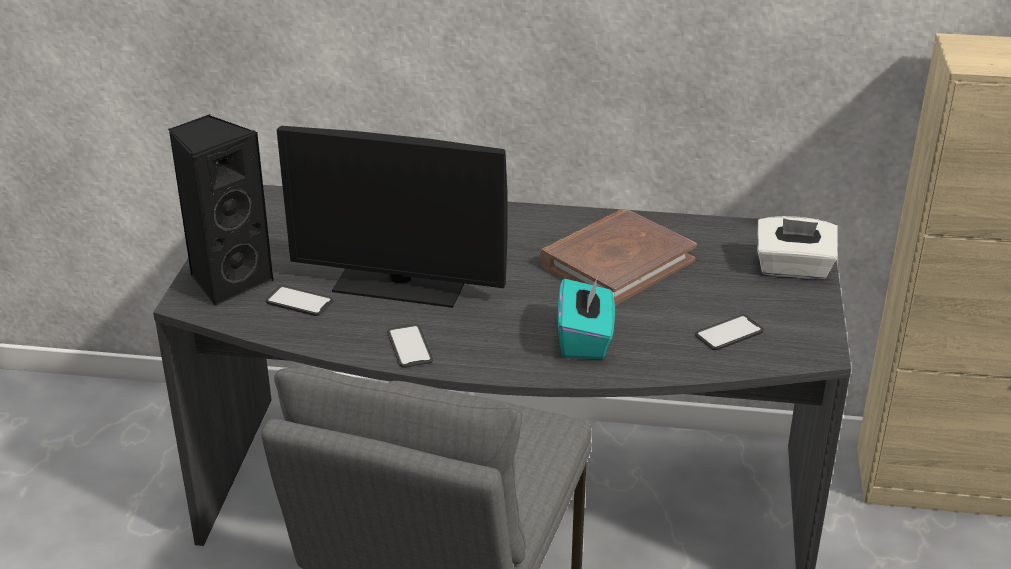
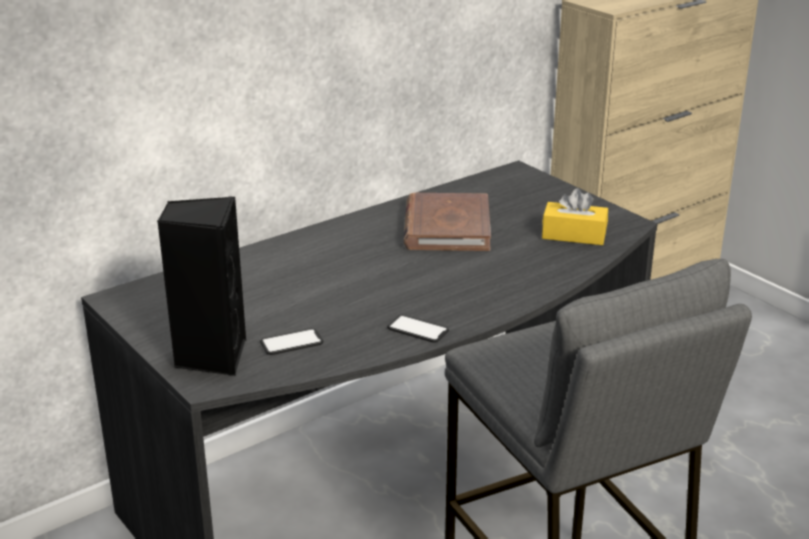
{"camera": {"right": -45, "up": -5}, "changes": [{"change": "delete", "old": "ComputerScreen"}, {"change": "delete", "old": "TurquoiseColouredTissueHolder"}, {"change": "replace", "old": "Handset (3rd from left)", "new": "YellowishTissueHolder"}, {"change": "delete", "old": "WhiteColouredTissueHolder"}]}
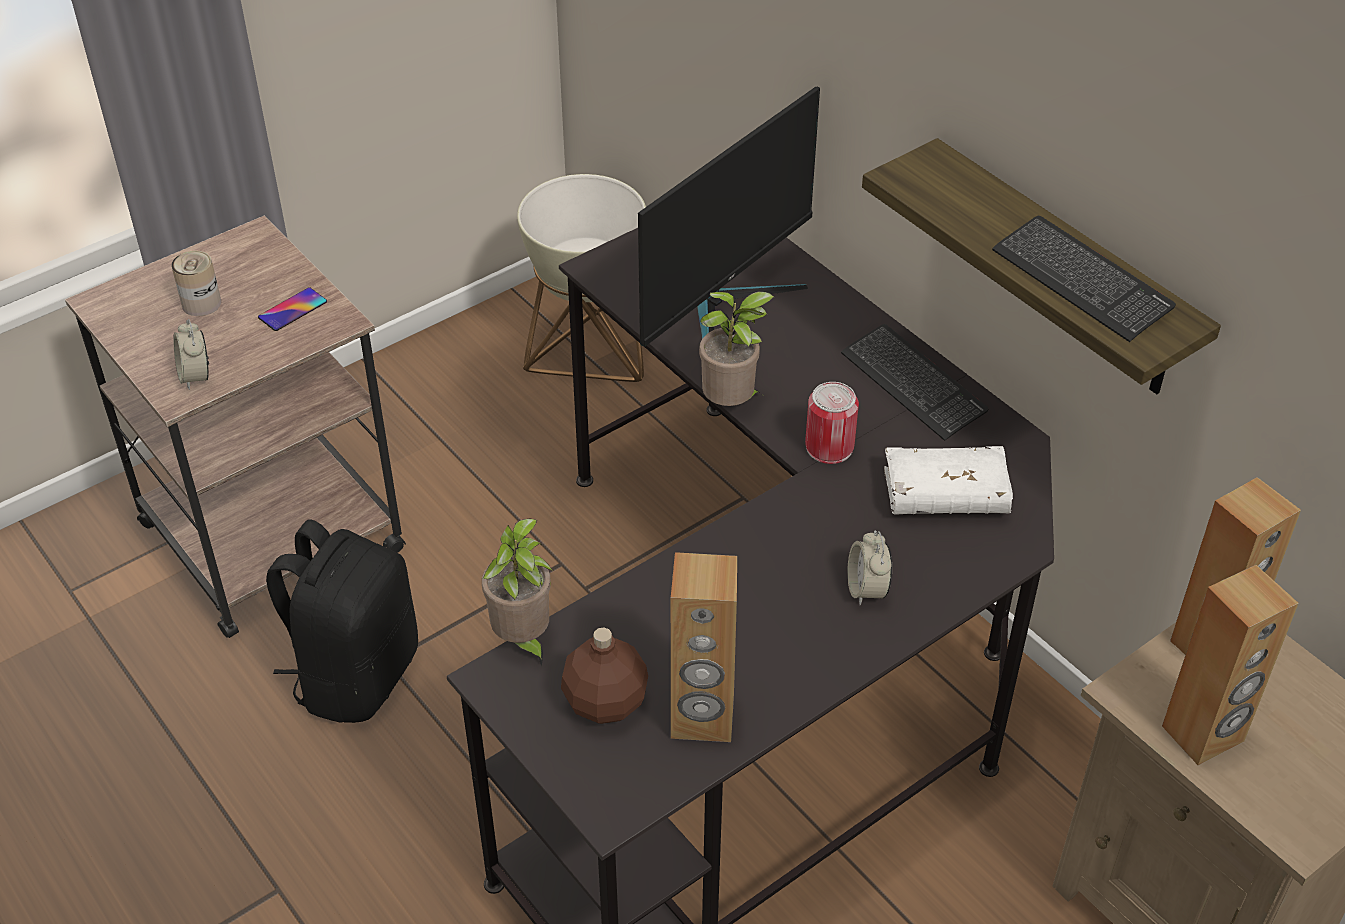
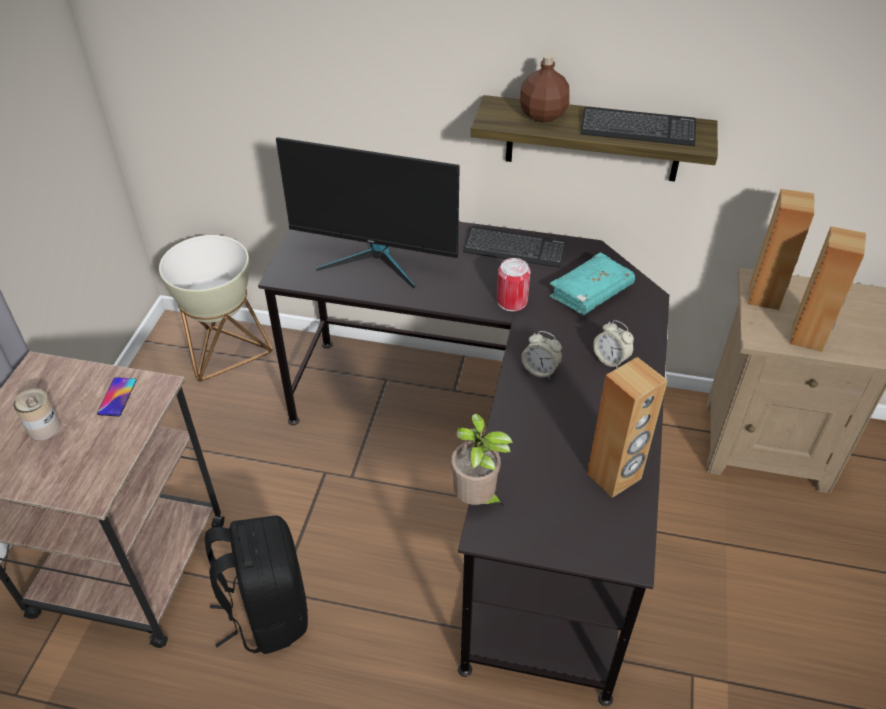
{"camera": {"right": -40, "up": 0}, "changes": [{"change": "move", "old": "TableClock (1st from left)"}, {"change": "move", "old": "BrownishDrinkBottle"}, {"change": "rotate", "old": "ComputerScreen", "degrees": 105}, {"change": "delete", "old": "Houseplant (2nd from left)"}, {"change": "recolor", "old": "WhiteColouredBoundBook", "new": "TurquoiseColouredBoundBook"}]}
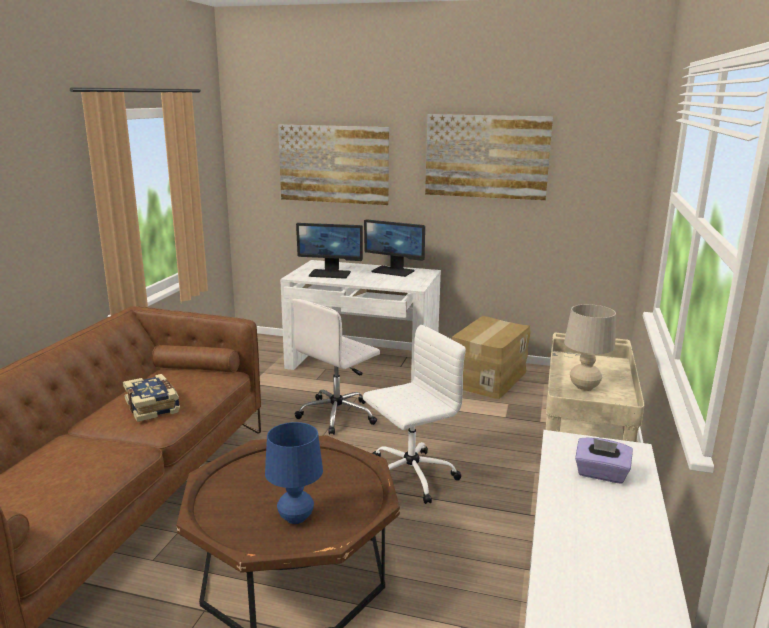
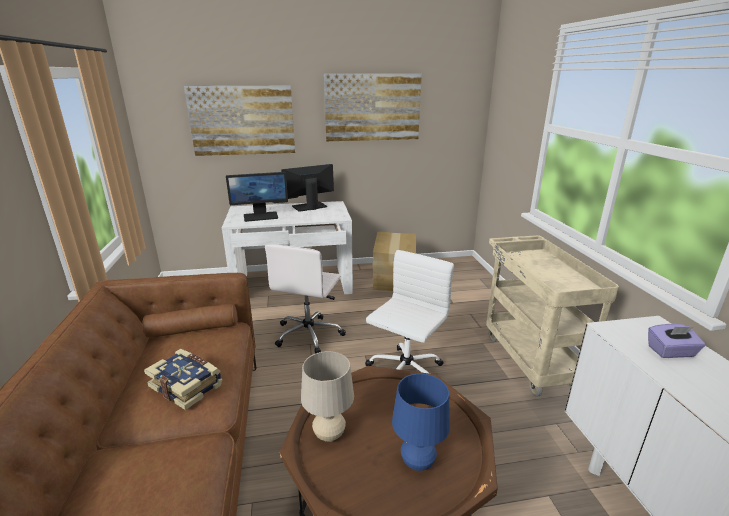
{"camera": {"right": -25, "up": 5}, "changes": [{"change": "rotate", "old": "ComputerScreen (2nd from left)", "degrees": 150}, {"change": "move", "old": "BeigeTabletopLamp"}]}
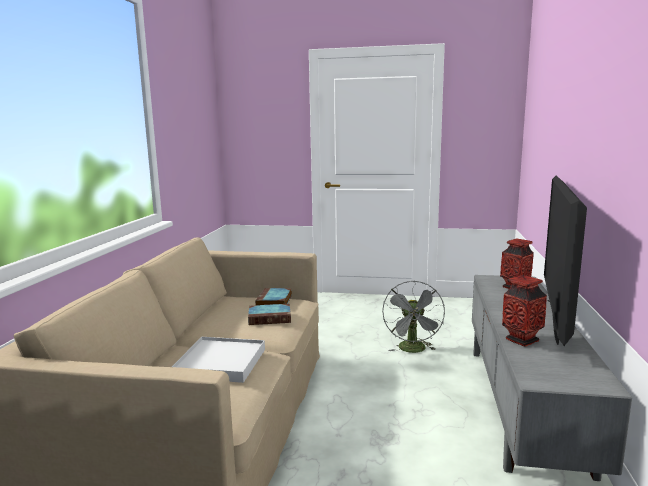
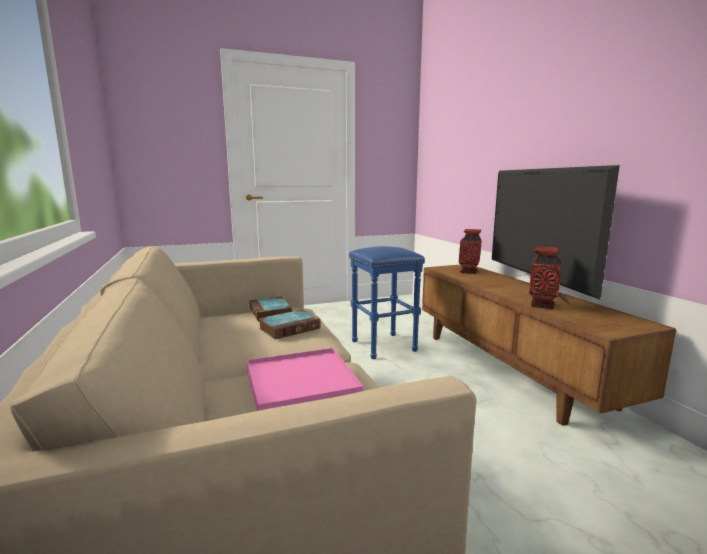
{"camera": {"right": -30, "up": 0}, "changes": [{"change": "recolor", "old": "WhiteColouredCarryingTray", "new": "PinkCarryingTray"}, {"change": "replace", "old": "GreyishElectricFan", "new": "BlueStool"}, {"change": "recolor", "old": "GreyishTvUnit", "new": "BrownishTvUnit"}]}
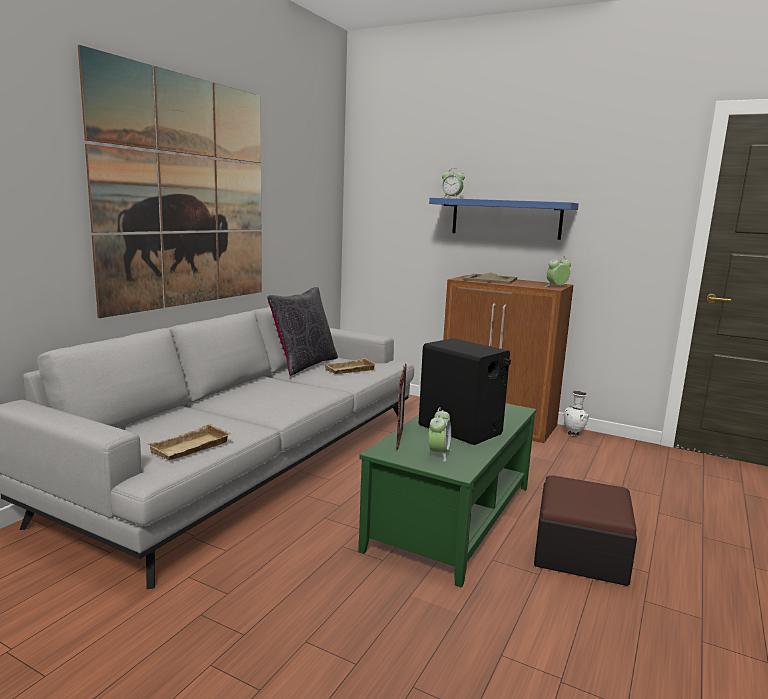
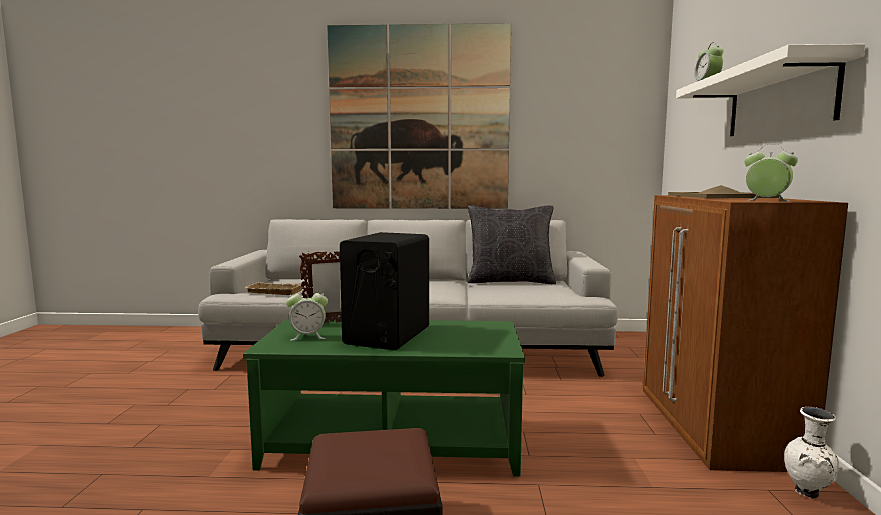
{"camera": {"right": 65, "up": -5}, "changes": [{"change": "delete", "old": "BeigeCarryingTray (2nd from left)"}, {"change": "recolor", "old": "BlueBracketShelf", "new": "WhiteColouredBracketShelf"}]}
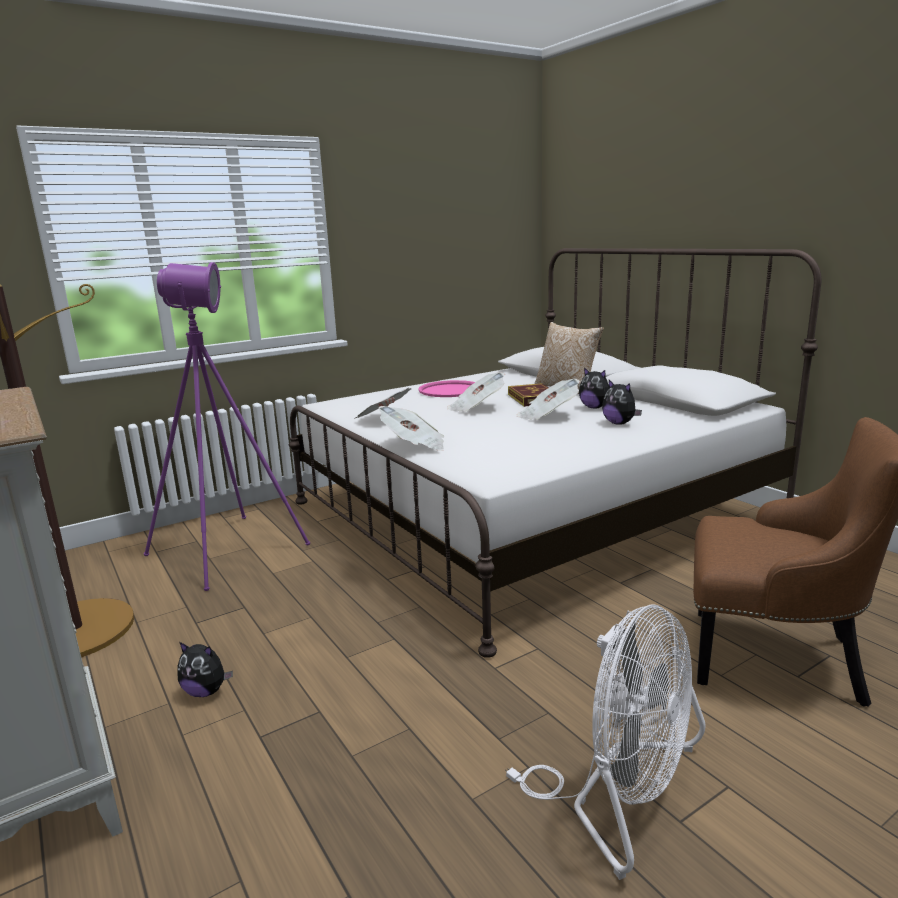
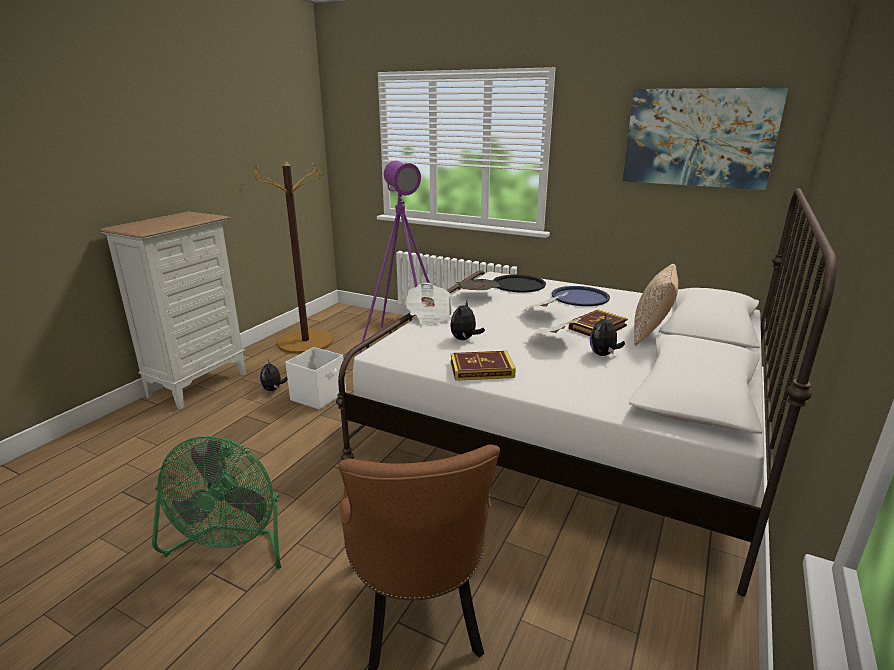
{"camera": {"right": 60, "up": 5}, "changes": [{"change": "recolor", "old": "PinkCarryingTray", "new": "BlueCarryingTray"}, {"change": "recolor", "old": "WhiteColouredElectricFan", "new": "GreenishElectricFan"}, {"change": "move", "old": "SoftToy (3rd from left in the first image)", "new": "SoftToy (2nd from left)"}, {"change": "insert", "new": "WhiteColouredStorageBin"}, {"change": "insert", "new": "BoundBook (1st from left)"}, {"change": "insert", "new": "BlackCarryingTray"}, {"change": "insert", "new": "Picture"}]}
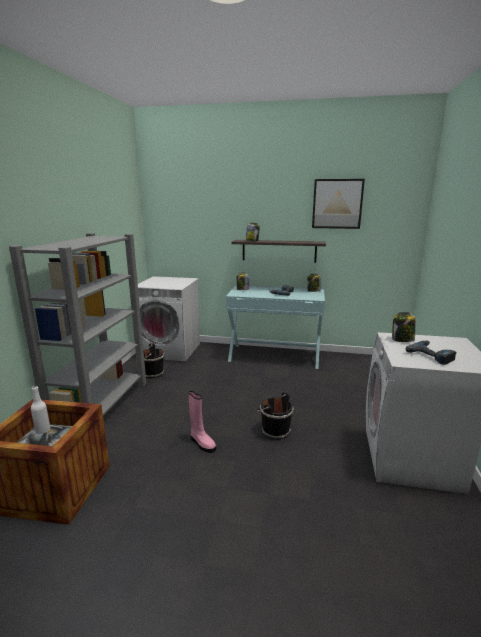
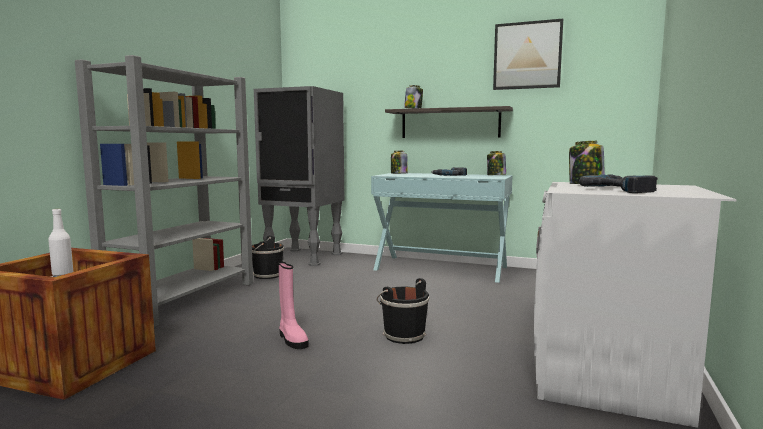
{"camera": {"right": 10, "up": -10}, "changes": [{"change": "replace", "old": "WhiteColouredLaundryMachine (1st from left)", "new": "GreyishStorageCabinet"}]}
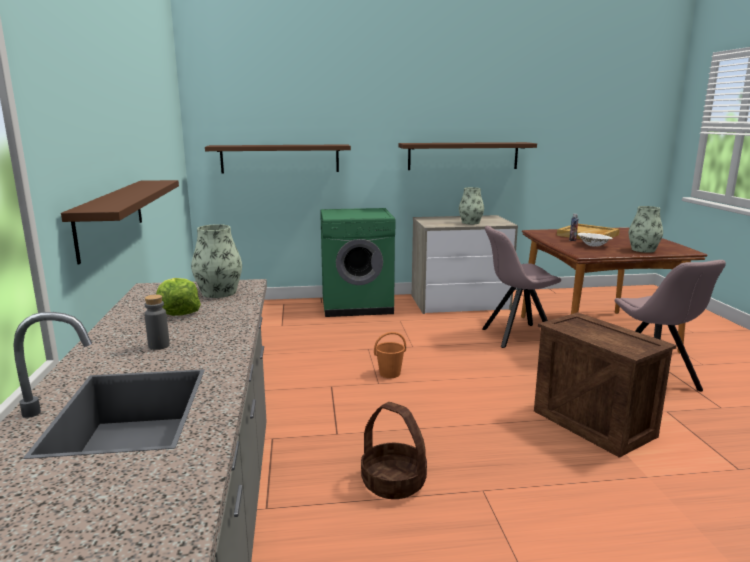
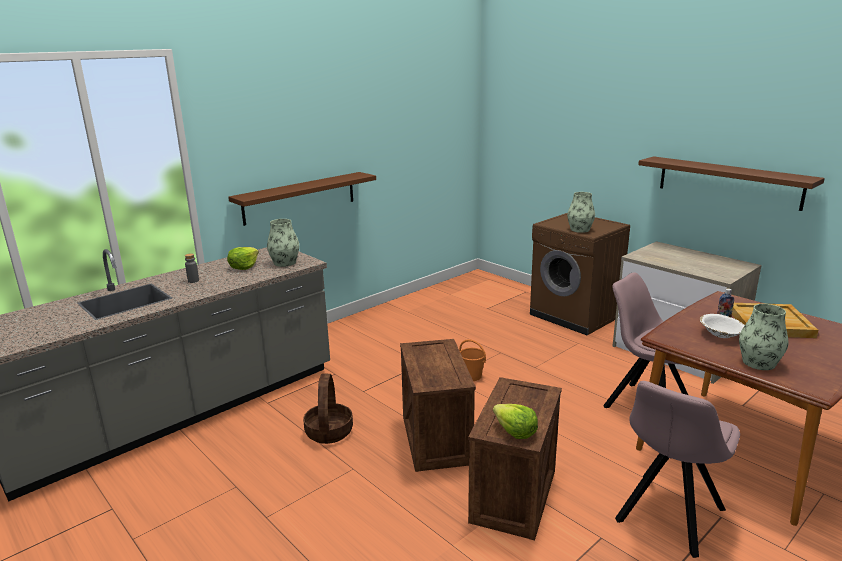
{"camera": {"right": 55, "up": 5}, "changes": [{"change": "delete", "old": "BrownishBracketShelf (2nd from left)"}, {"change": "recolor", "old": "GreenishLaundryMachine", "new": "BrownishLaundryMachine"}, {"change": "move", "old": "FlowerVase (2nd from left)"}, {"change": "insert", "new": "PackingCrate (1st from left)"}, {"change": "insert", "new": "LettuceHead (2nd from left)"}]}
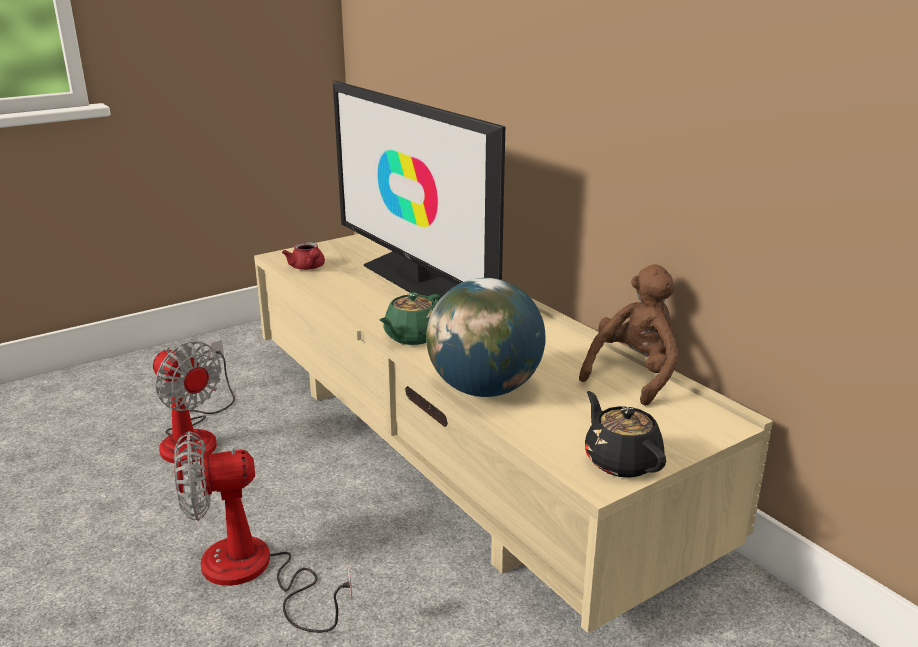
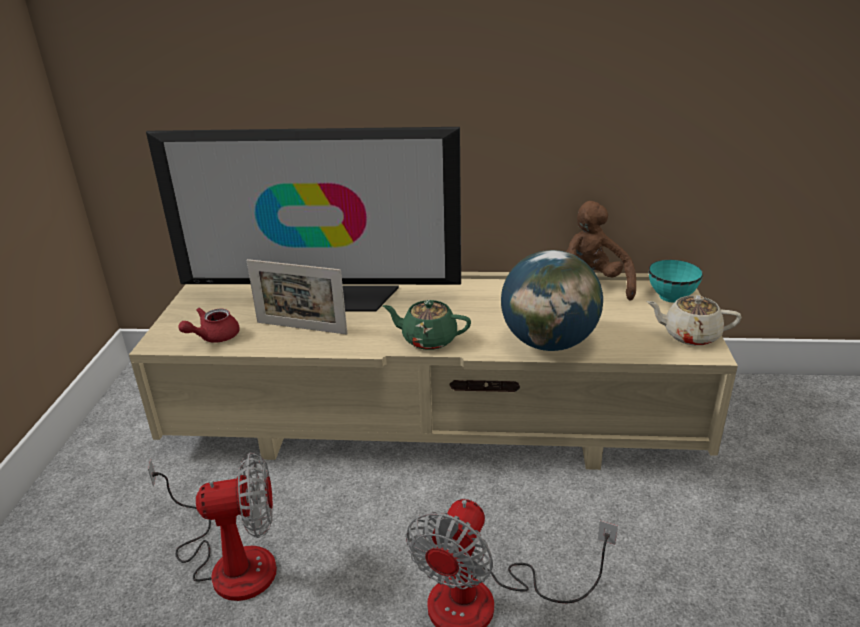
{"camera": {"right": -50, "up": 5}, "changes": [{"change": "rotate", "old": "RedColouredPotForTea", "degrees": 120}, {"change": "rotate", "old": "GreenishPotForTea", "degrees": 120}, {"change": "recolor", "old": "BlackPotForTea", "new": "BeigePotForTea"}, {"change": "insert", "new": "StandingFrame"}, {"change": "insert", "new": "TurquoiseColouredBowl"}]}
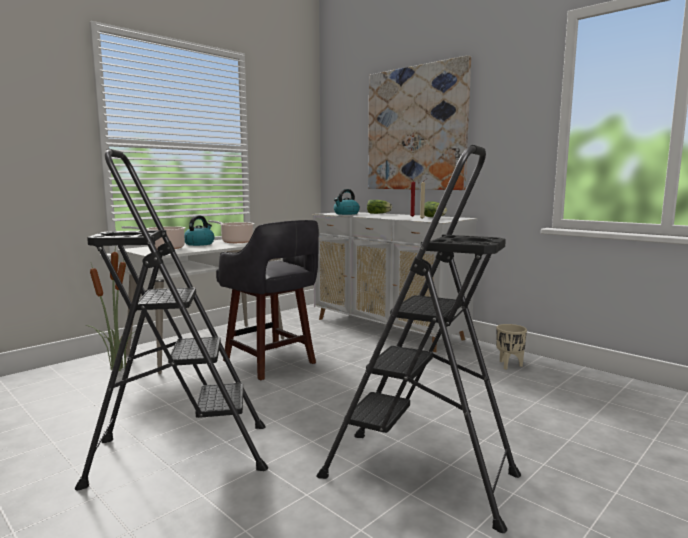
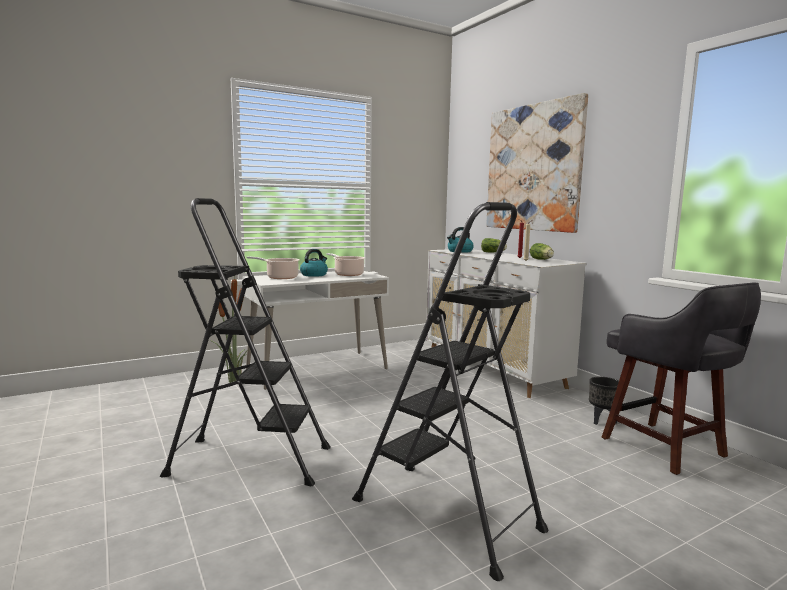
{"camera": {"right": 15, "up": 0}, "changes": [{"change": "move", "old": "GreyishStool"}, {"change": "recolor", "old": "BeigeFlowerPot", "new": "BlackFlowerPot"}]}
